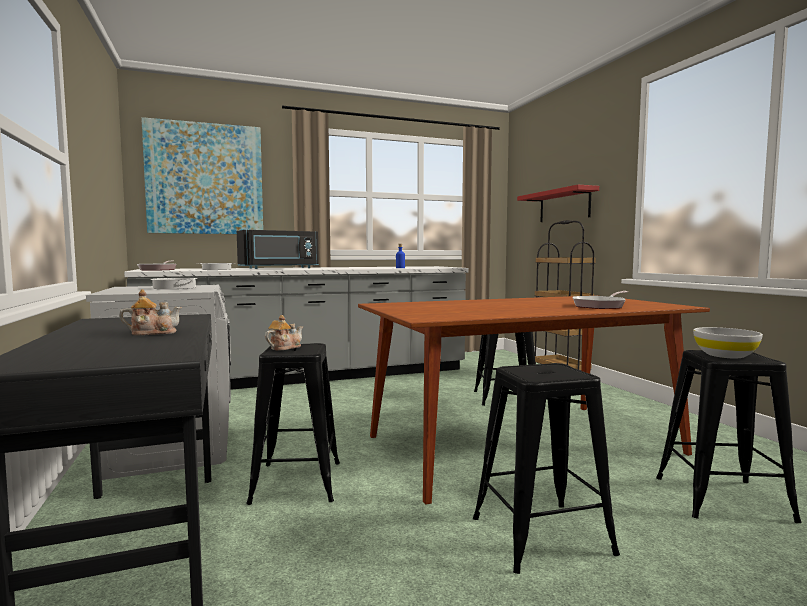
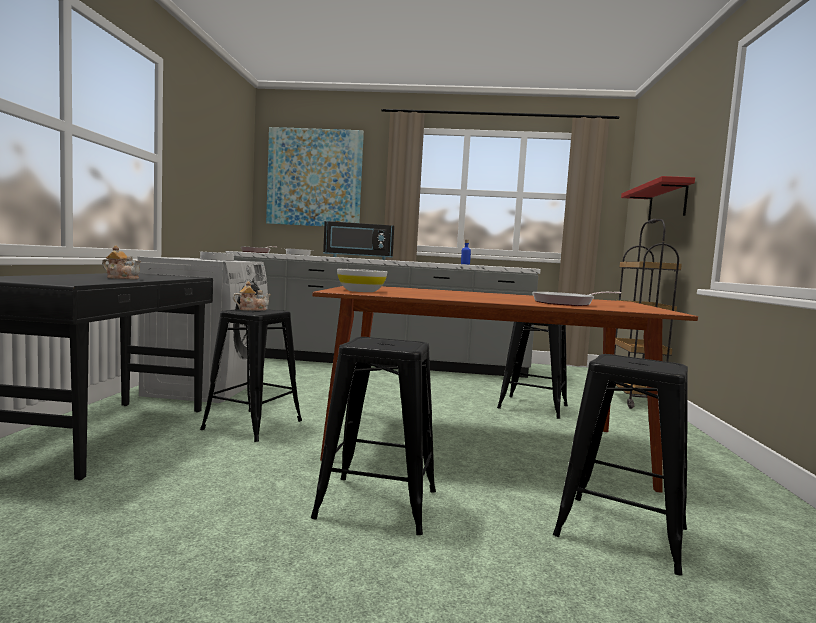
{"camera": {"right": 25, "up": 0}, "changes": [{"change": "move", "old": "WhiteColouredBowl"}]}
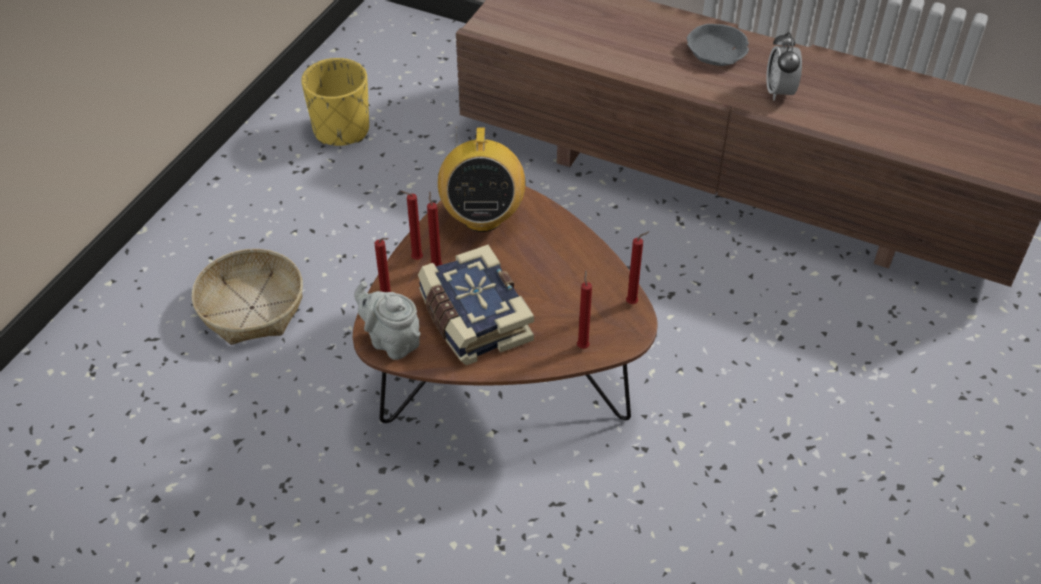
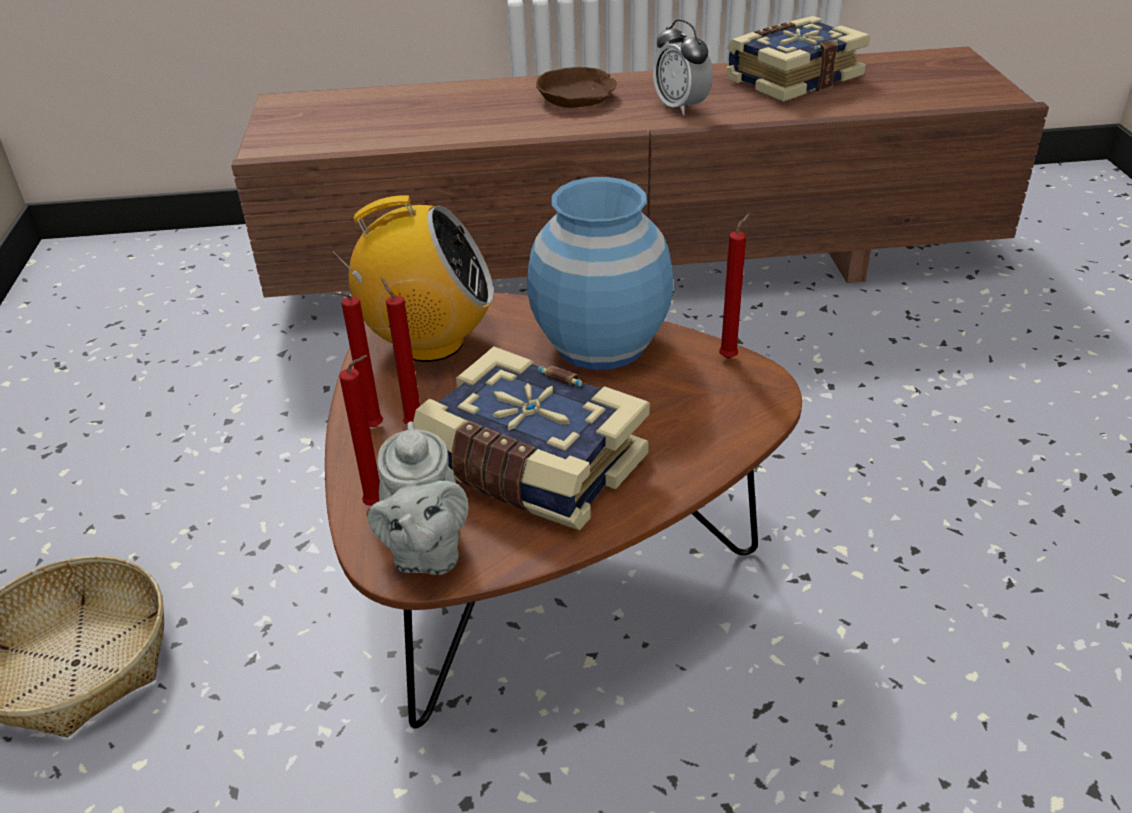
{"camera": {"right": -30, "up": -10}, "changes": [{"change": "delete", "old": "YellowishFlowerPot"}, {"change": "rotate", "old": "GreyishPotForTea", "degrees": -105}, {"change": "rotate", "old": "RadioReceiver", "degrees": -60}, {"change": "delete", "old": "RedColouredCandle (4th from left)"}, {"change": "recolor", "old": "GreyishBowl", "new": "BrownishBowl"}, {"change": "insert", "new": "BlueFlowerVase"}, {"change": "insert", "new": "BoundBook (2nd from left)"}]}
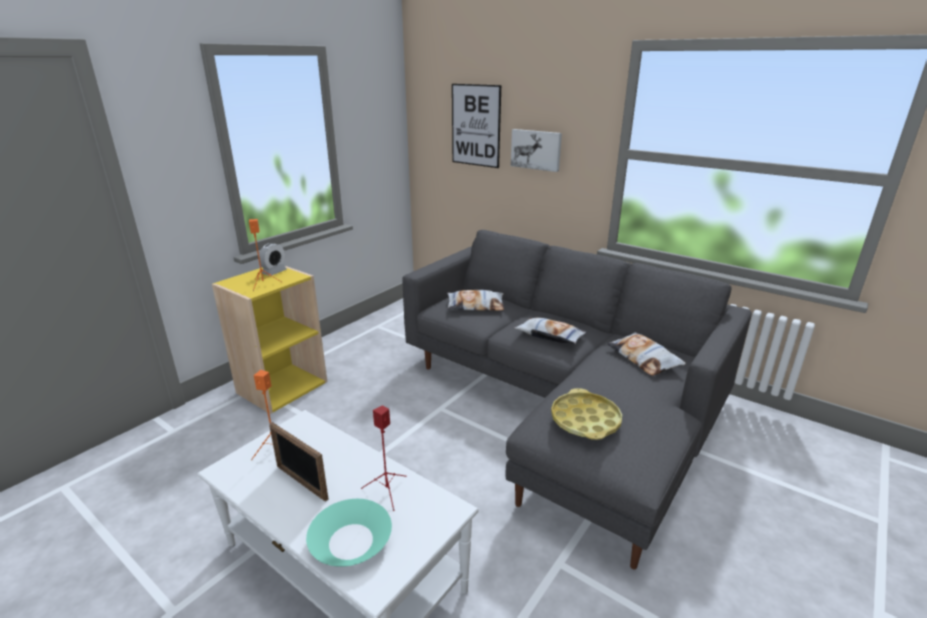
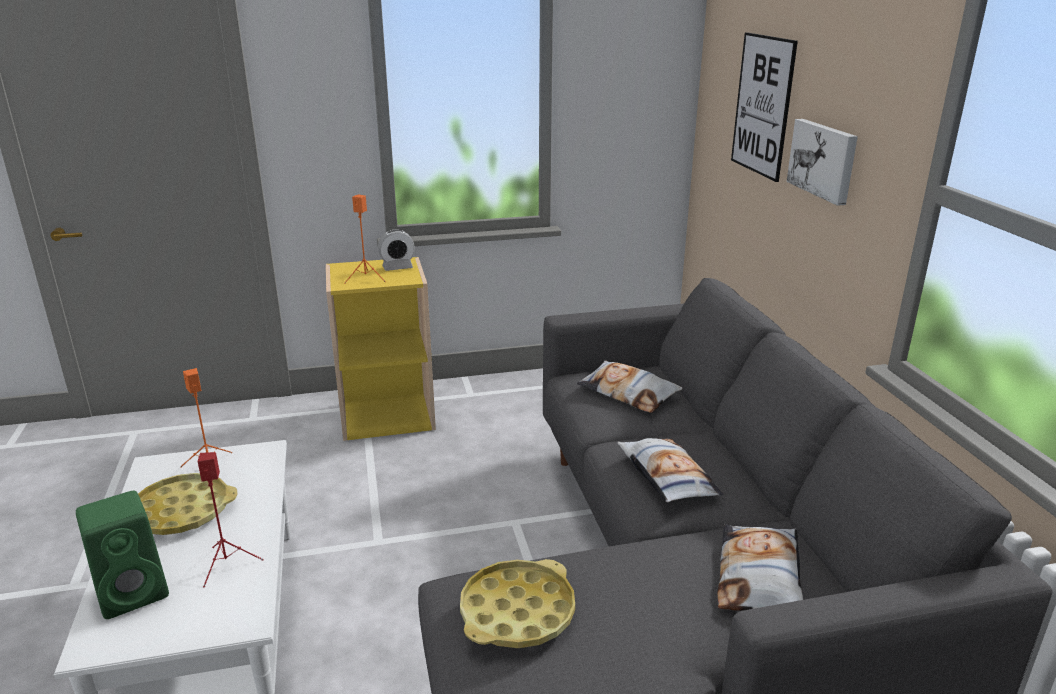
{"camera": {"right": 40, "up": 0}, "changes": [{"change": "replace", "old": "StandingFrame", "new": "YellowishCarryingTray (1st from left)"}, {"change": "replace", "old": "TurquoiseColouredBowl", "new": "GreenishSpeaker"}]}
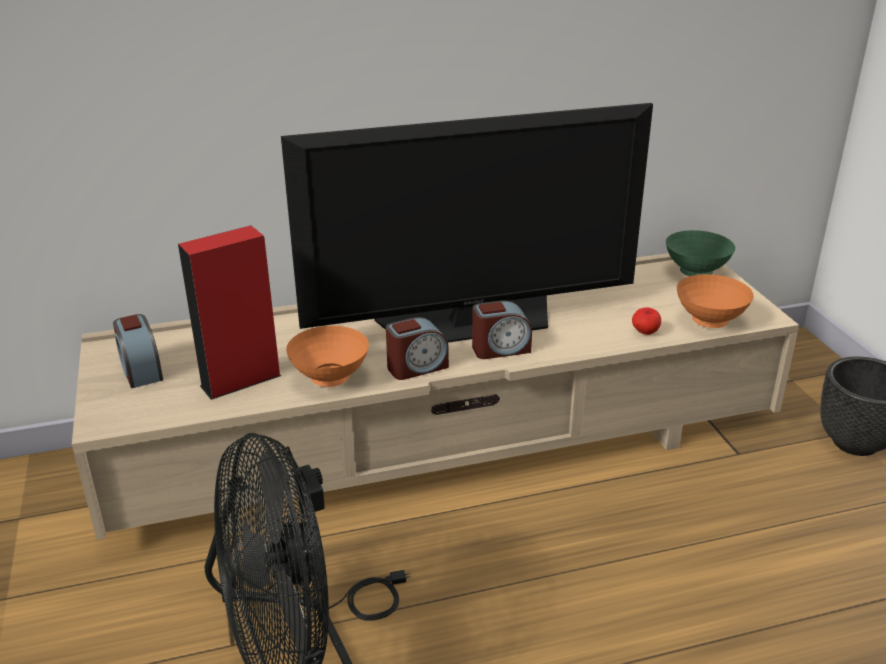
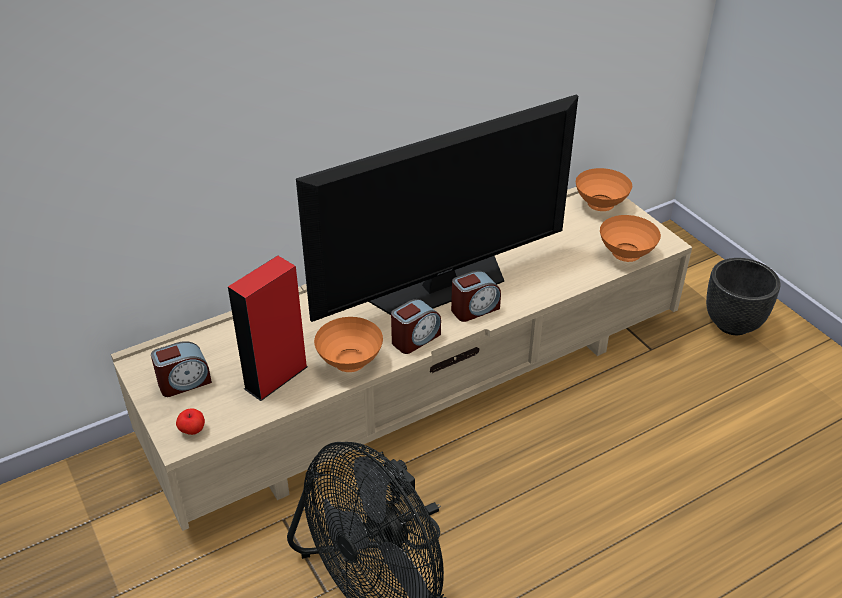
{"camera": {"right": -15, "up": 10}, "changes": [{"change": "rotate", "old": "TableClock (1st from left)", "degrees": -75}, {"change": "move", "old": "AppleFruit"}, {"change": "recolor", "old": "GreenishBowl", "new": "OrangeyBowl (2nd from left)"}]}
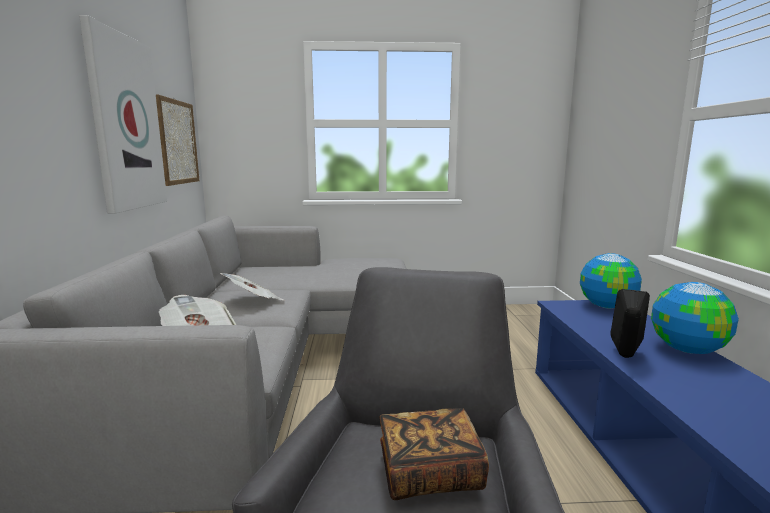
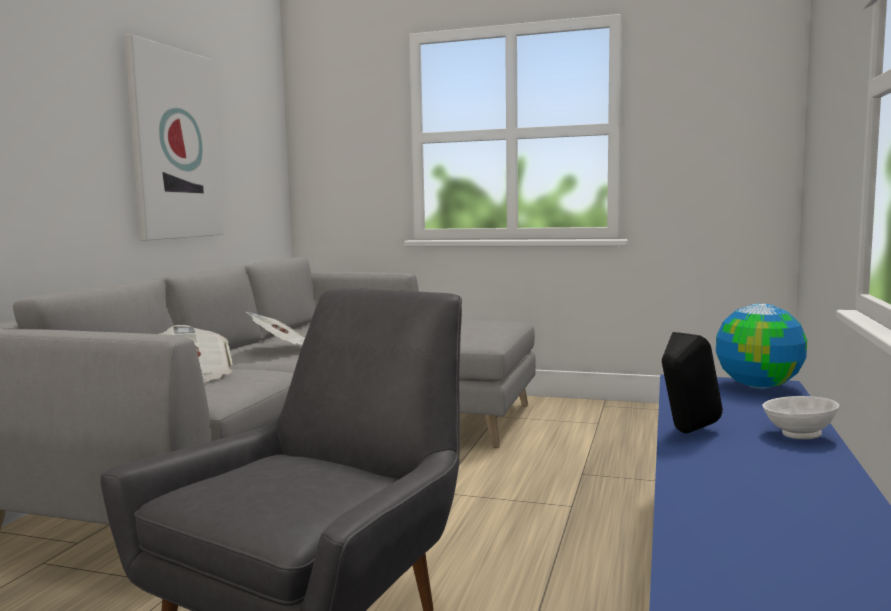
{"camera": {"right": 20, "up": -5}, "changes": [{"change": "delete", "old": "Picture (2nd from left)"}, {"change": "delete", "old": "BoundBook"}, {"change": "replace", "old": "DeskGlobe (2nd from left)", "new": "WhiteColouredBowl"}]}
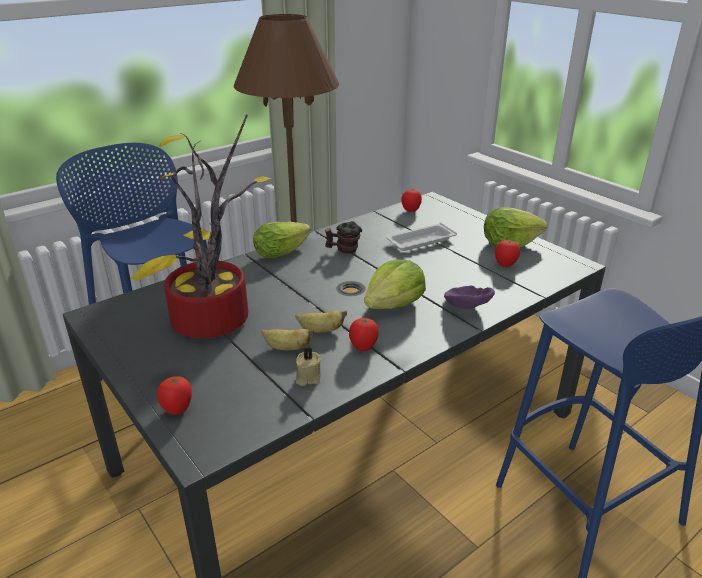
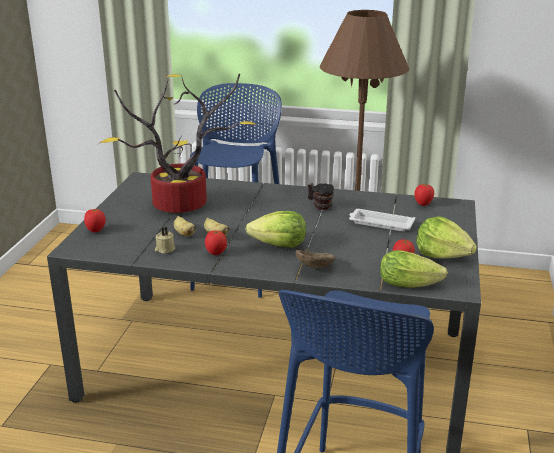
{"camera": {"right": 50, "up": -5}, "changes": [{"change": "move", "old": "LettuceHead (1st from left in the first image)", "new": "LettuceHead (2nd from left)"}, {"change": "recolor", "old": "PurpleColouredBowl", "new": "BrownishBowl"}]}
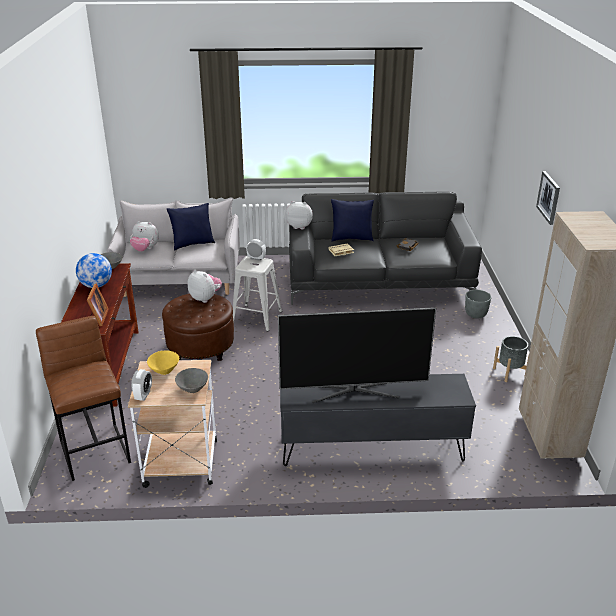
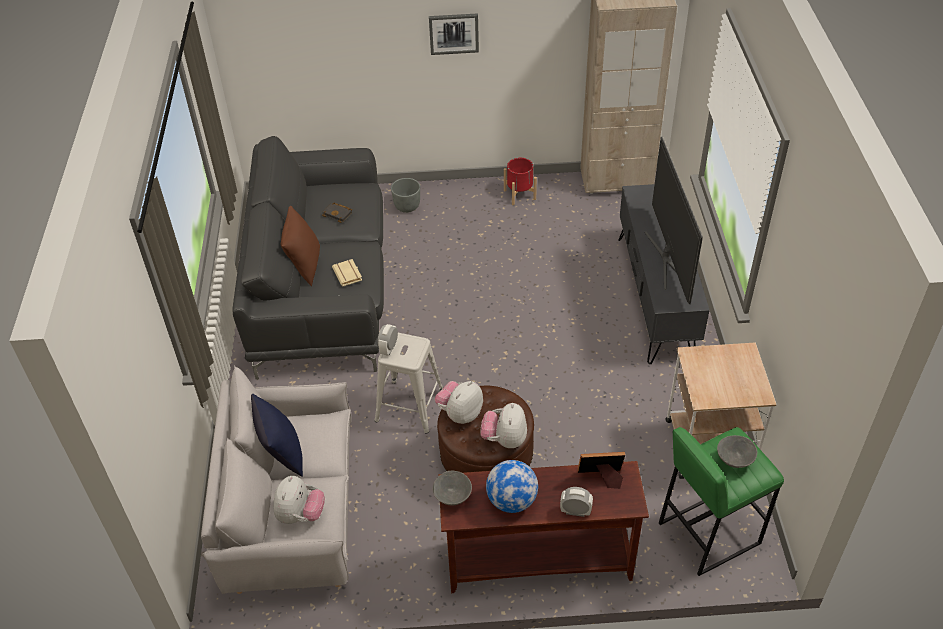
{"camera": {"right": -90, "up": 15}, "changes": [{"change": "recolor", "old": "BrownishStool", "new": "GreenishStool"}, {"change": "move", "old": "TableClock (1st from left in the first image)", "new": "TableClock (2nd from left)"}, {"change": "delete", "old": "YellowishBowl"}, {"change": "move", "old": "GreyishBowl (2nd from left)"}, {"change": "move", "old": "SoftToy (3rd from left)"}, {"change": "recolor", "old": "BlueCushion (2nd from left)", "new": "BrownishCushion"}, {"change": "recolor", "old": "GreyishFlowerPot (2nd from left)", "new": "RedColouredFlowerPot"}]}
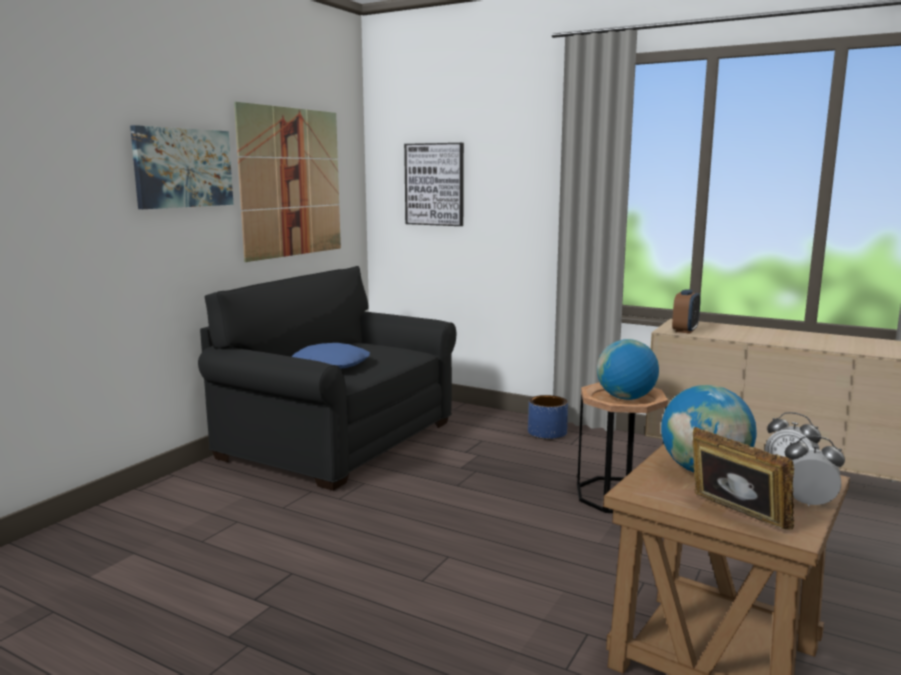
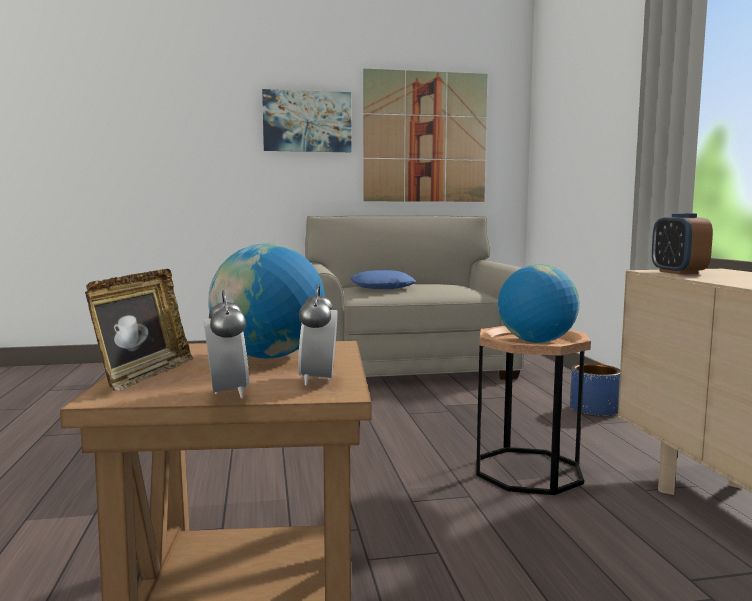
{"camera": {"right": 50, "up": -5}, "changes": [{"change": "recolor", "old": "BlackSofa", "new": "BeigeSofa"}, {"change": "delete", "old": "Picture (3rd from left)"}, {"change": "rotate", "old": "TableClock (1st from left in the first image)", "degrees": 90}]}
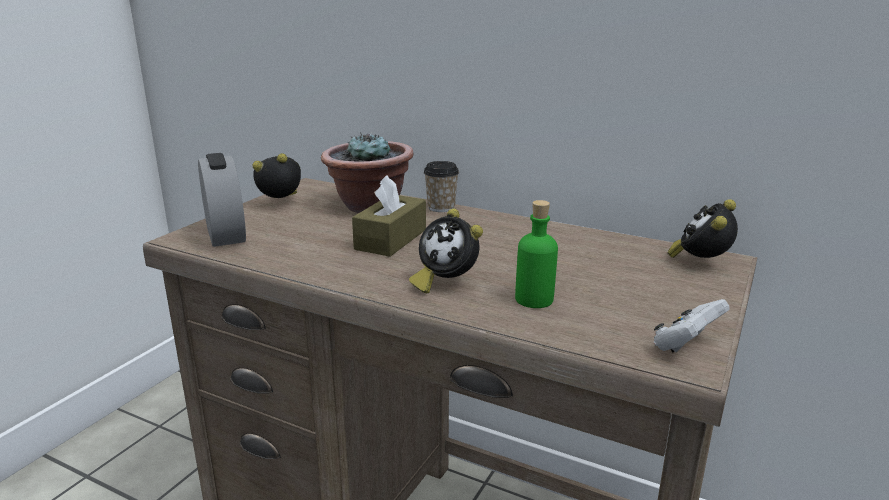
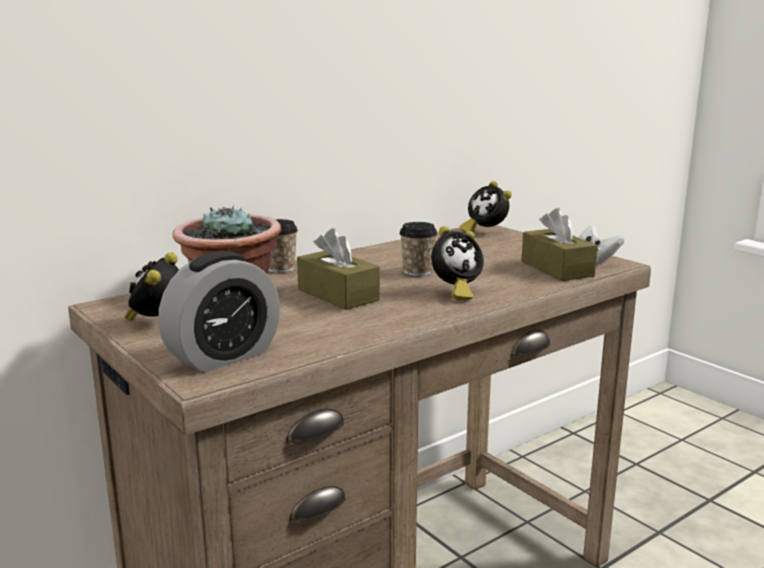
{"camera": {"right": -65, "up": -5}, "changes": [{"change": "rotate", "old": "TableClock (1st from left in the first image)", "degrees": 135}, {"change": "delete", "old": "GreenishDrinkBottle"}, {"change": "insert", "new": "DrinkingCup (2nd from left)"}, {"change": "insert", "new": "BrownishTissueHolder (2nd from left)"}]}
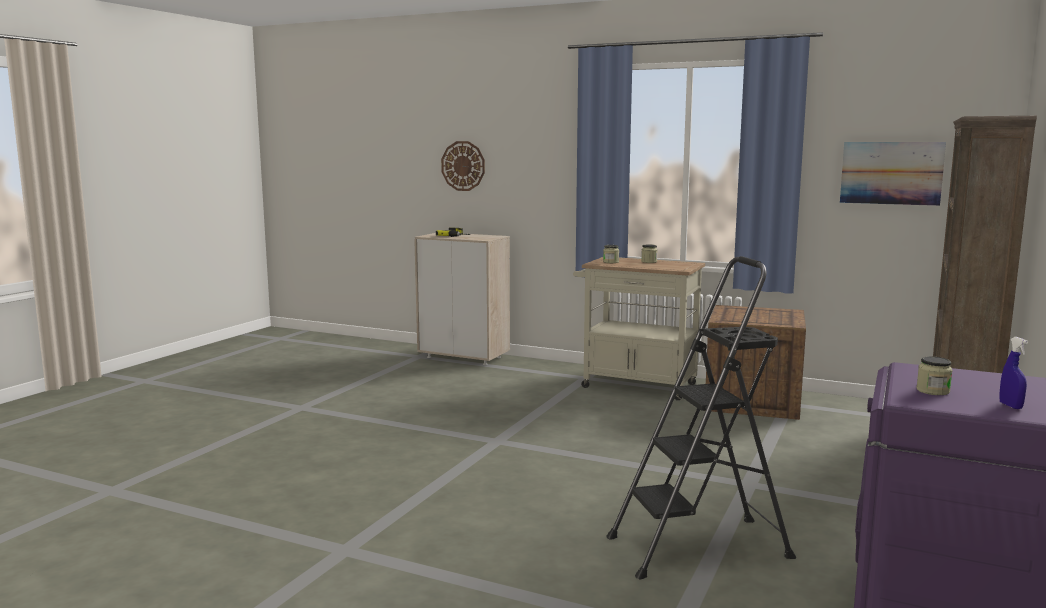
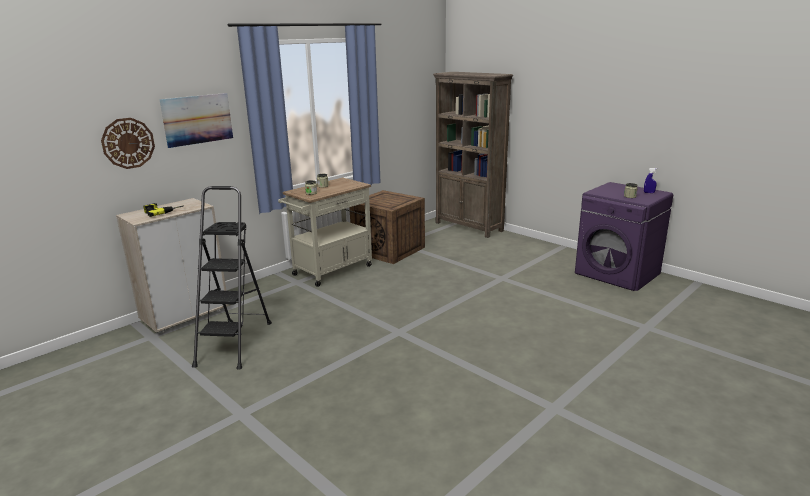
{"camera": {"right": -70, "up": 10}, "changes": [{"change": "move", "old": "StepLadder"}, {"change": "move", "old": "Picture"}]}
